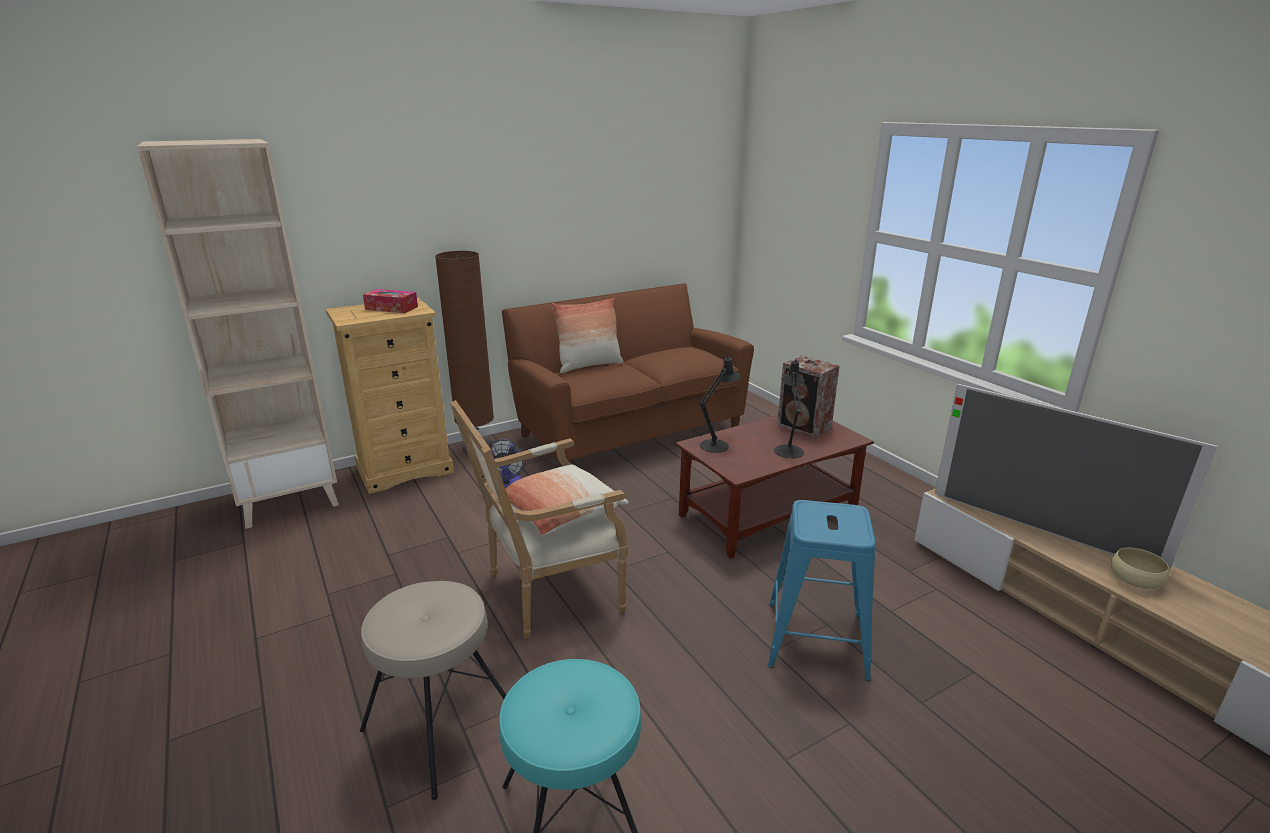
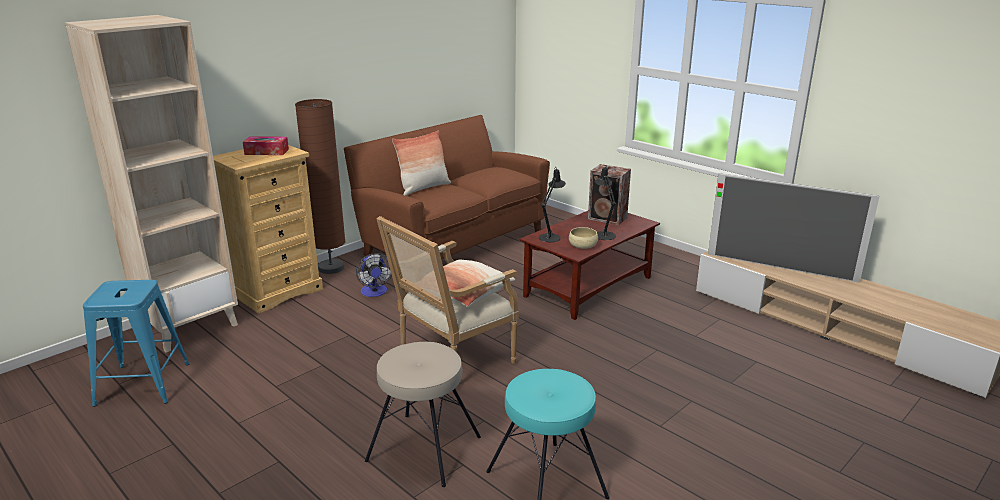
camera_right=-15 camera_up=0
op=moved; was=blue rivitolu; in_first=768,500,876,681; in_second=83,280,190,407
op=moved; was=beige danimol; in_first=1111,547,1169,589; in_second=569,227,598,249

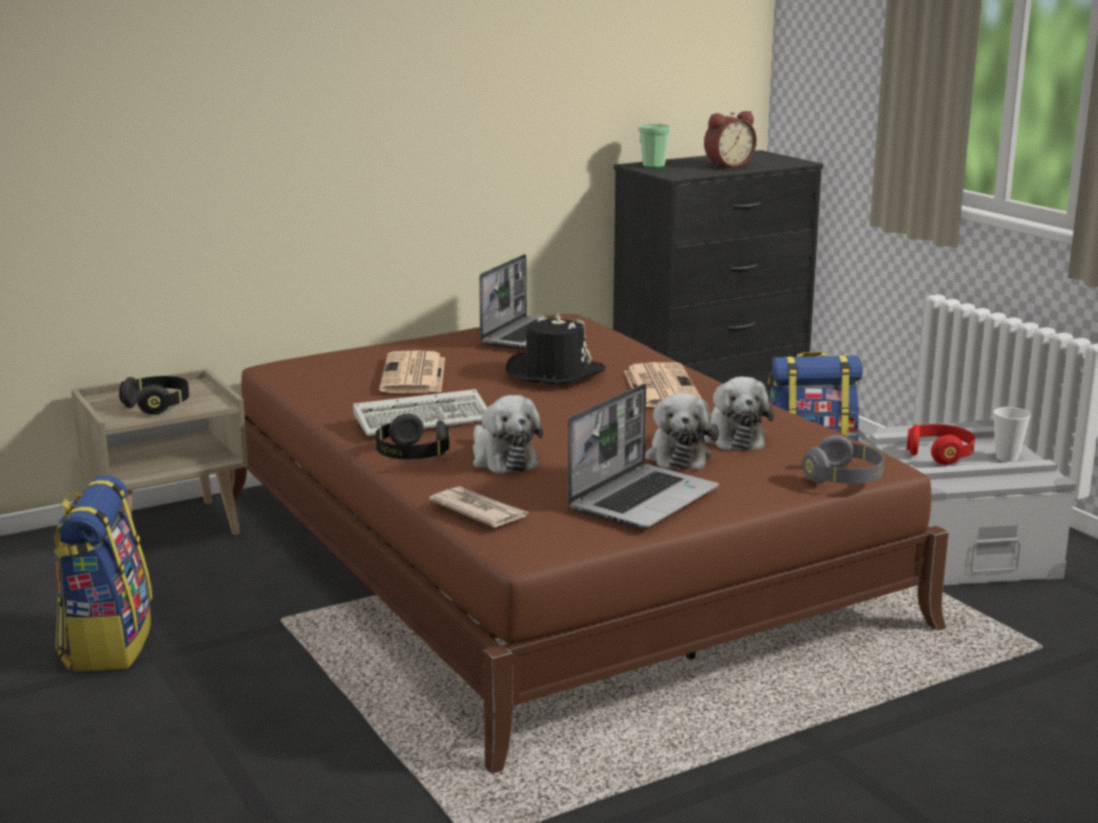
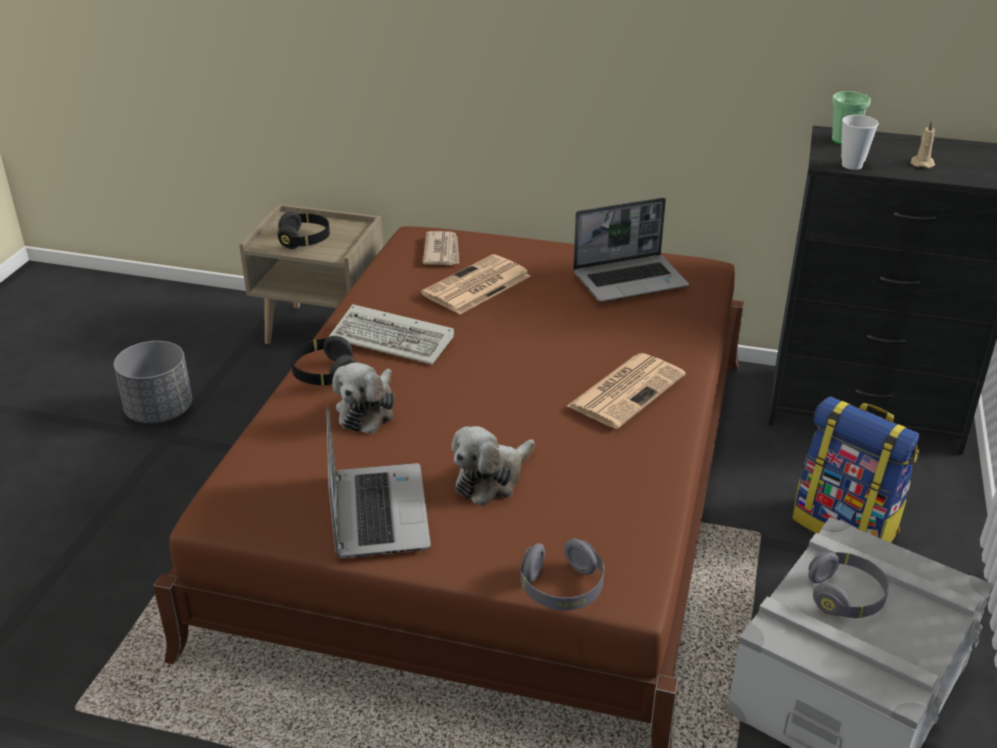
camera_right=45 camera_up=15
op=replaced; was=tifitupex; now=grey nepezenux; in_first=54,475,152,671; in_second=114,341,192,423
op=turned; was=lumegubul; in_first=567,384,719,528; in_second=326,405,431,558; clockwise=-90
op=moved; was=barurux; in_first=429,486,529,528; in_second=423,231,459,265
op=recoloured; was=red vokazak; now=grey vokazak; in_first=907,424,975,465; in_second=808,552,889,618
op=moved; was=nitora; in_first=993,407,1031,462; in_second=841,115,879,170
op=replaced; was=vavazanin; now=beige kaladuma; in_first=704,111,757,168; in_second=910,121,935,168
op=removed; was=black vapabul; in_first=506,313,606,385
op=removed; was=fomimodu; in_first=704,377,774,451

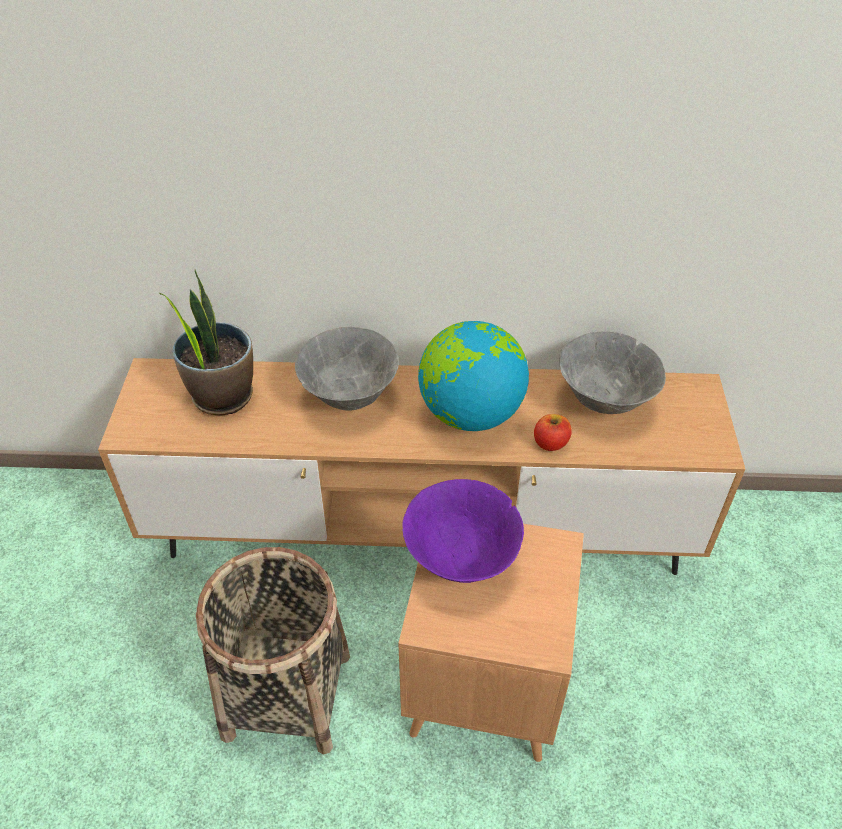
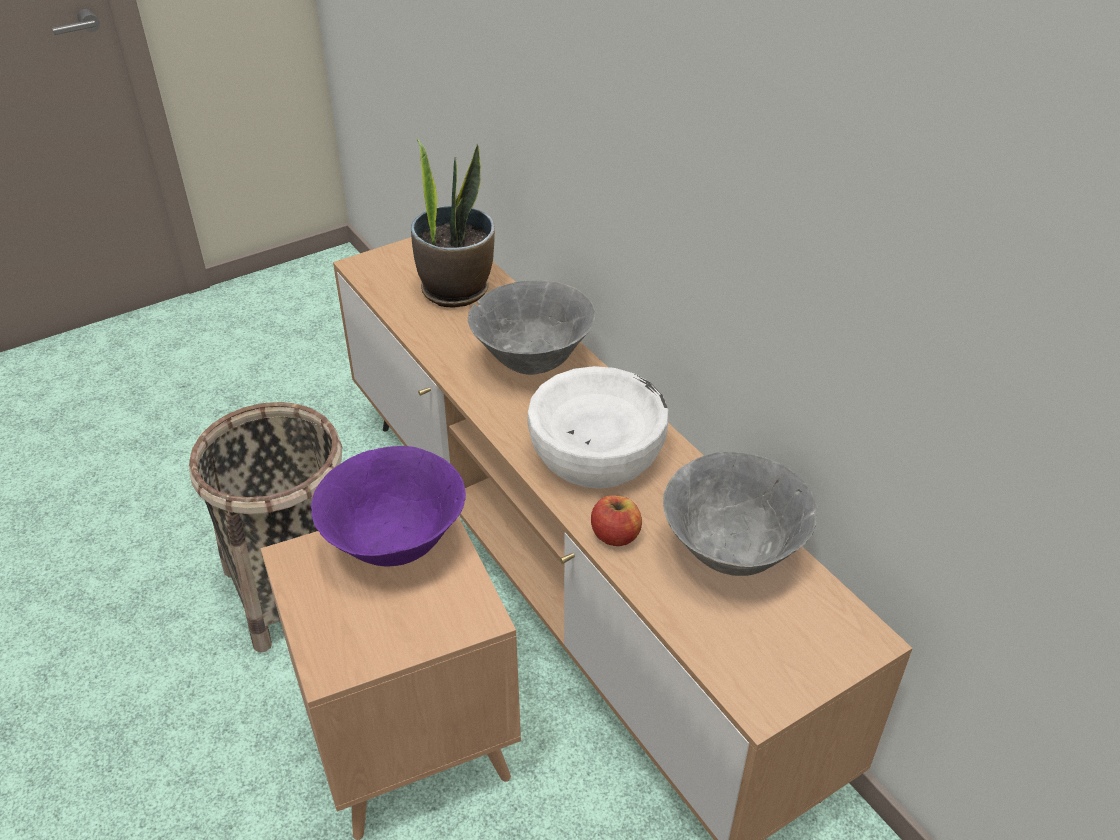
camera_right=55 camera_up=-5
op=replaced; was=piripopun; now=white danimol; in_first=418,321,529,431; in_second=527,366,669,489

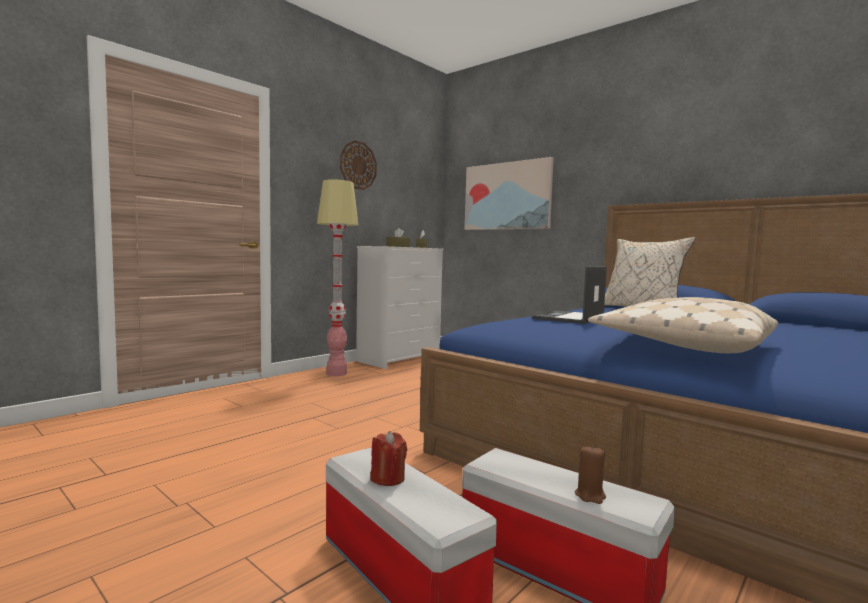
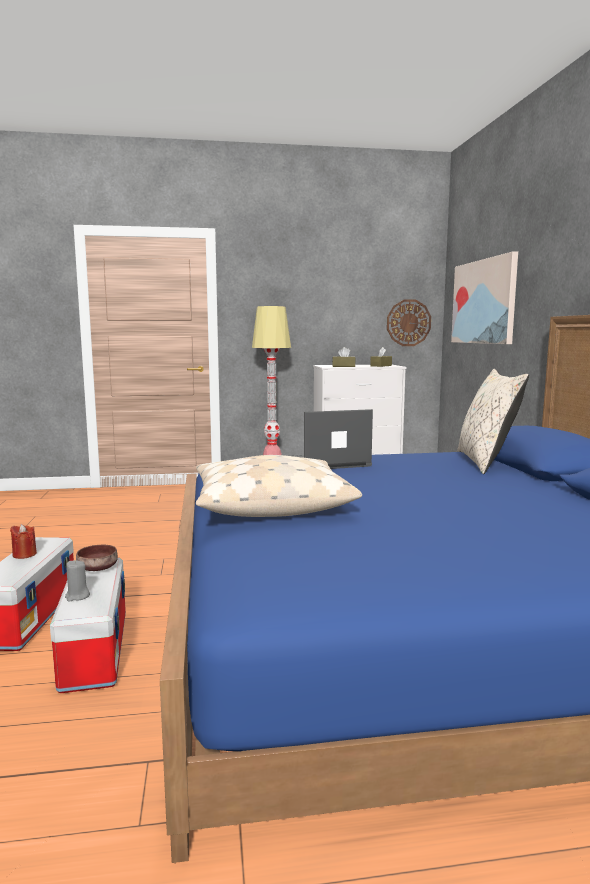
camera_right=40 camera_up=5
op=recoloured; was=brown kaladuma; now=grey kaladuma; in_first=575,445,606,504; in_second=65,560,90,602
op=added; now=brown danimol; in_second=76,545,118,571
op=moved; was=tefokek; in_first=340,140,377,190; in_second=387,299,431,346

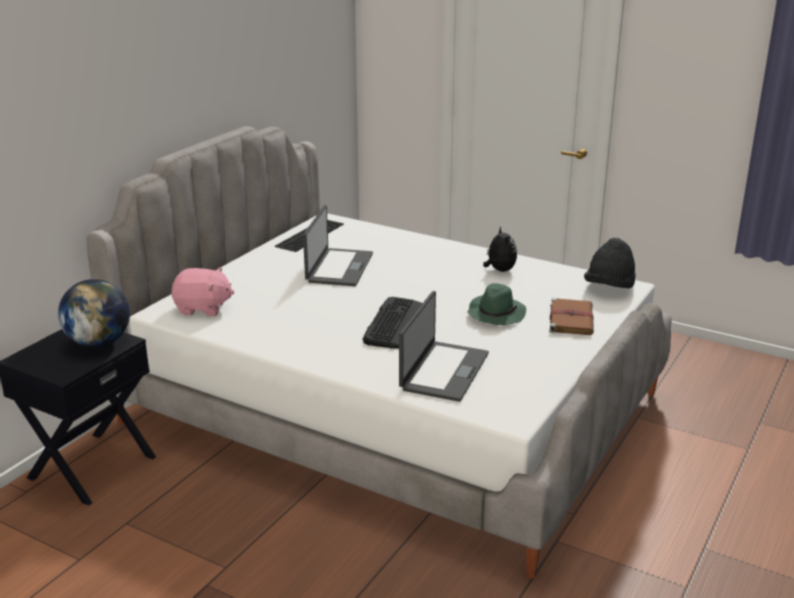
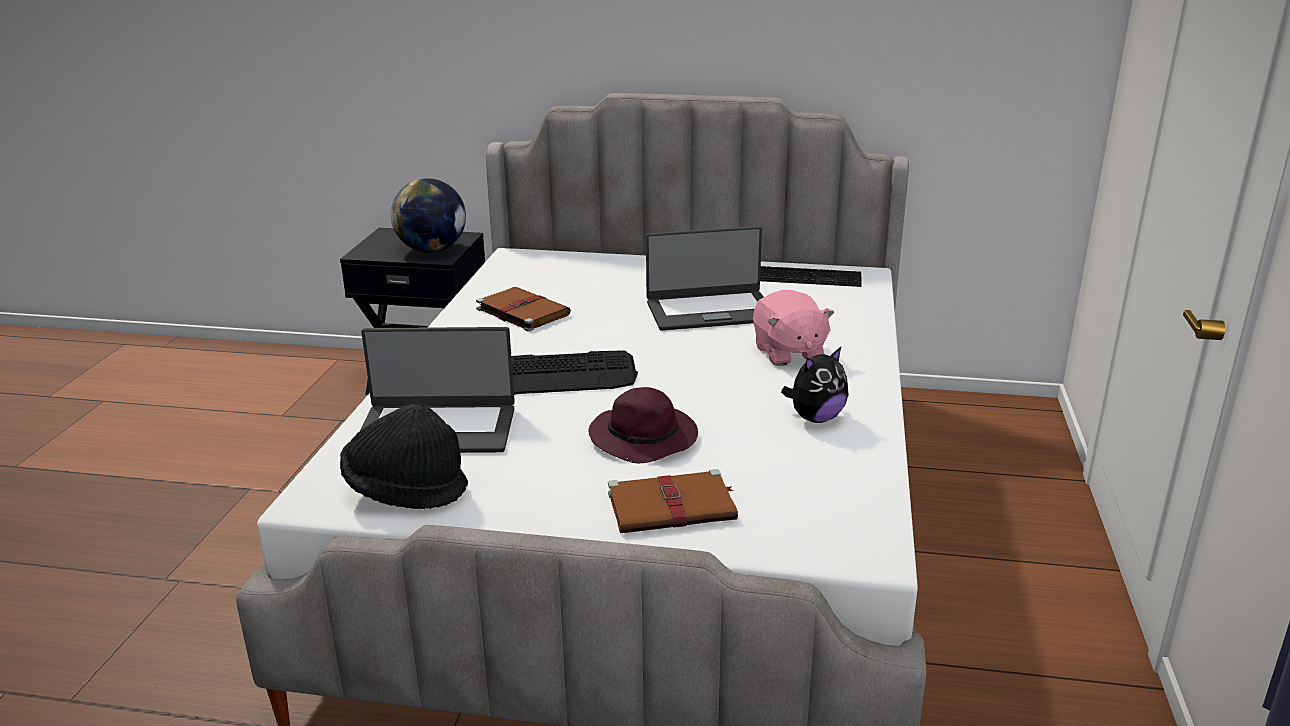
camera_right=70 camera_up=0
op=moved; was=black vapabul; in_first=584,238,636,288; in_second=340,404,468,509
op=added; now=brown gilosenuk; in_second=476,287,571,332
op=recoloured; was=green vapabul; now=purple vapabul; in_first=467,283,526,325; in_second=588,387,698,463
op=moved; was=pink fomimodu; in_first=171,267,234,316; in_second=753,290,835,366

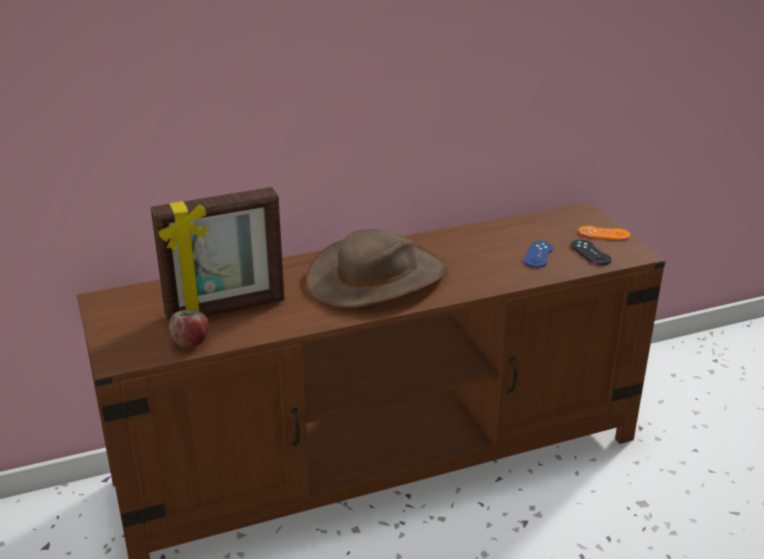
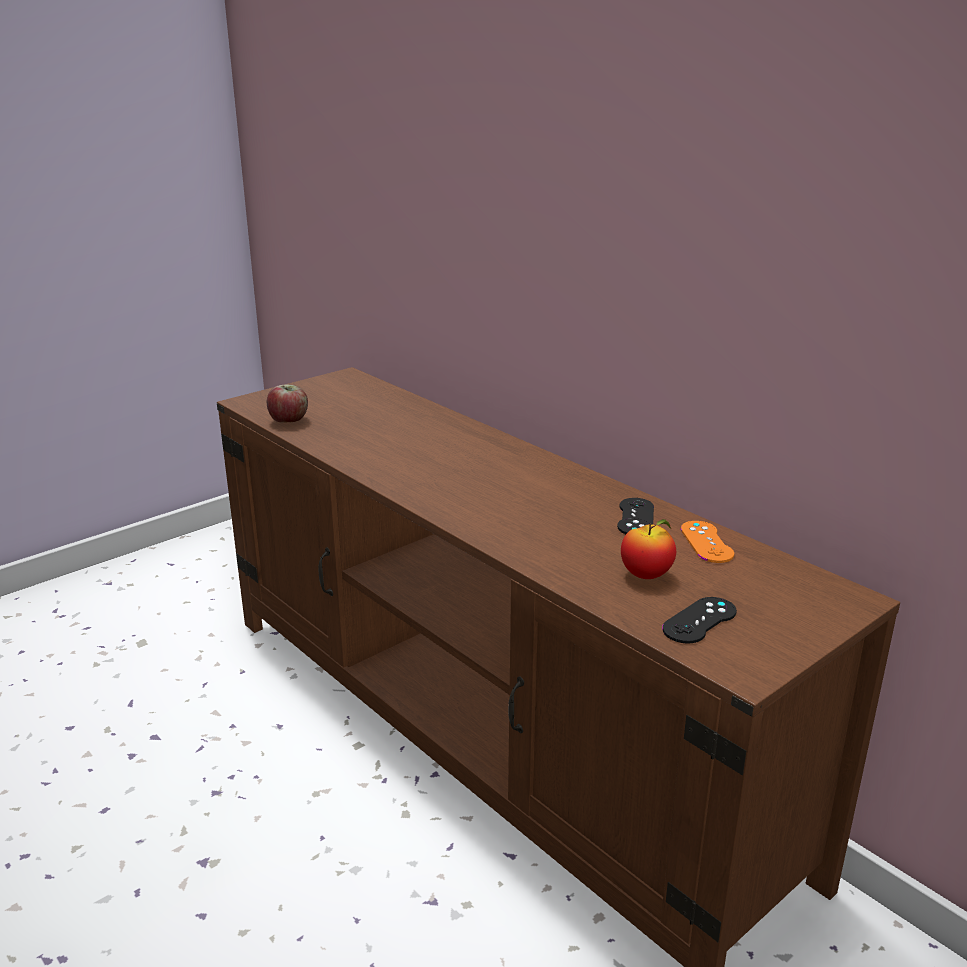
camera_right=70 camera_up=-5
op=added; now=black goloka; in_second=617,498,654,534
op=replaced; was=blue goloka; now=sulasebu; in_first=524,241,553,268; in_second=621,519,676,579
op=moved; was=orange goloka; in_first=579,226,630,240; in_second=681,521,734,563
op=removed; was=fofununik; in_first=151,187,285,323
op=removed; was=brown vapabul; in_first=306,229,448,308

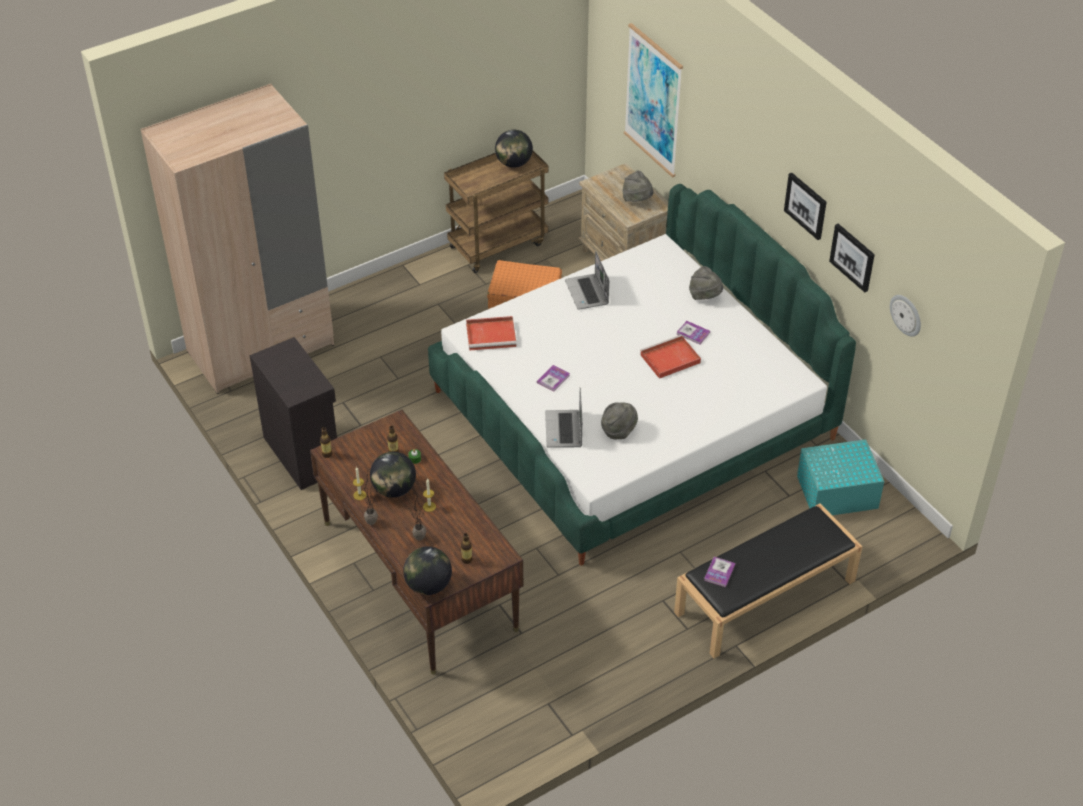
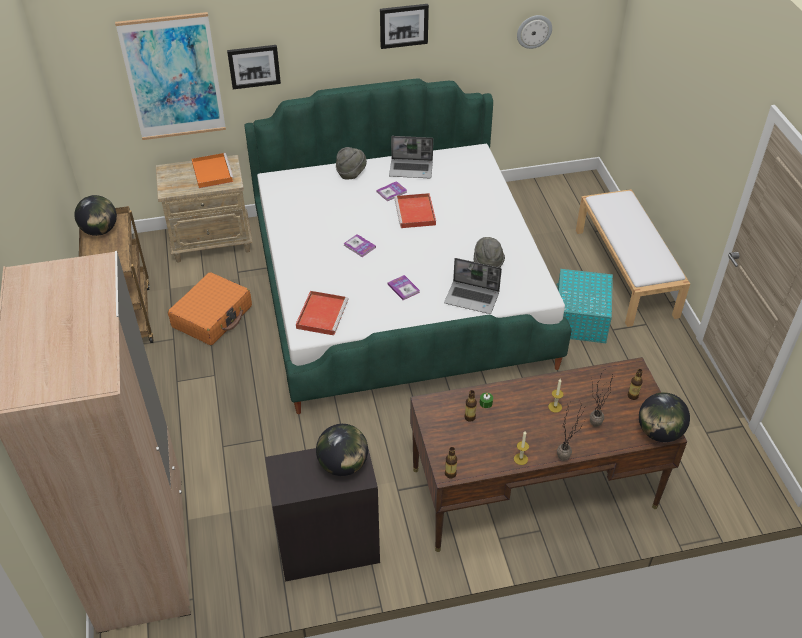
camera_right=-70 camera_up=0
op=replaced; was=grey vapabul; now=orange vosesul; in_first=622,171,654,202; in_second=192,153,234,188
op=moved; was=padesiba; in_first=829,224,875,292; in_second=227,45,281,89
op=moved; was=piripopun; in_first=370,452,416,498; in_second=316,424,368,476
op=moved; was=gilosenuk; in_first=704,557,735,587; in_second=343,234,376,257
op=moved; was=lumegubul; in_first=565,251,609,310; in_second=389,136,433,178
op=moved; was=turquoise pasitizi; in_first=797,439,884,515; in_second=557,269,613,343
op=recoloured; was=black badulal; now=white badulal; in_first=674,503,863,658; in_second=576,189,690,327

